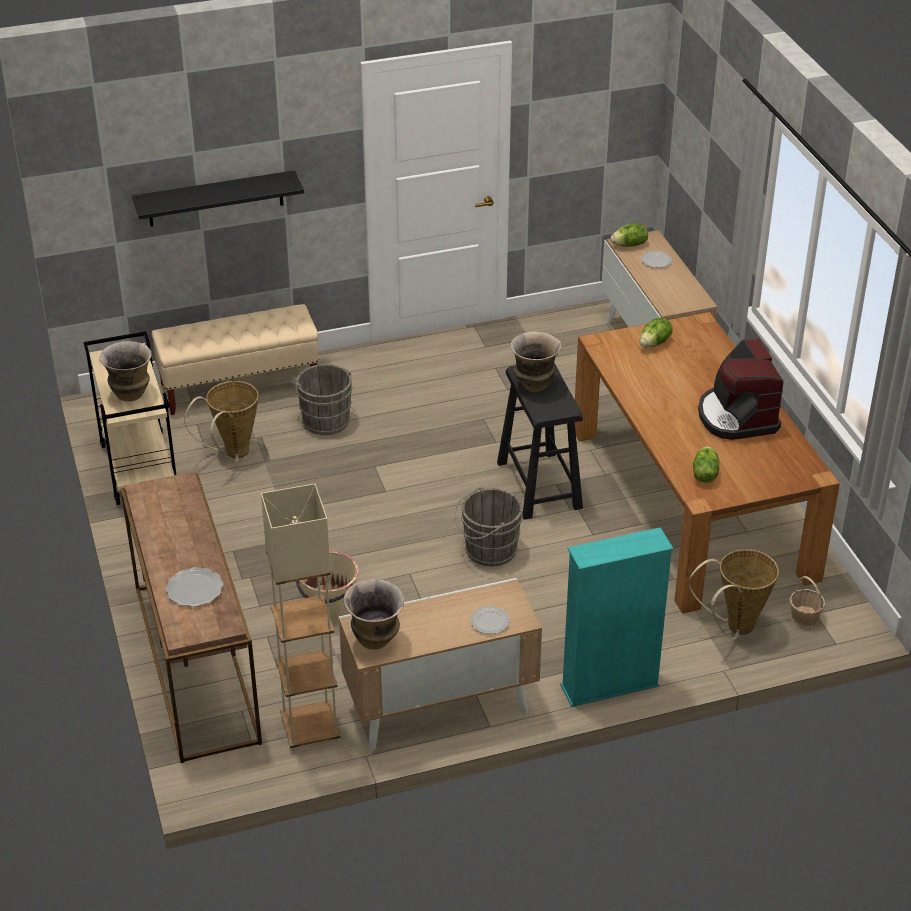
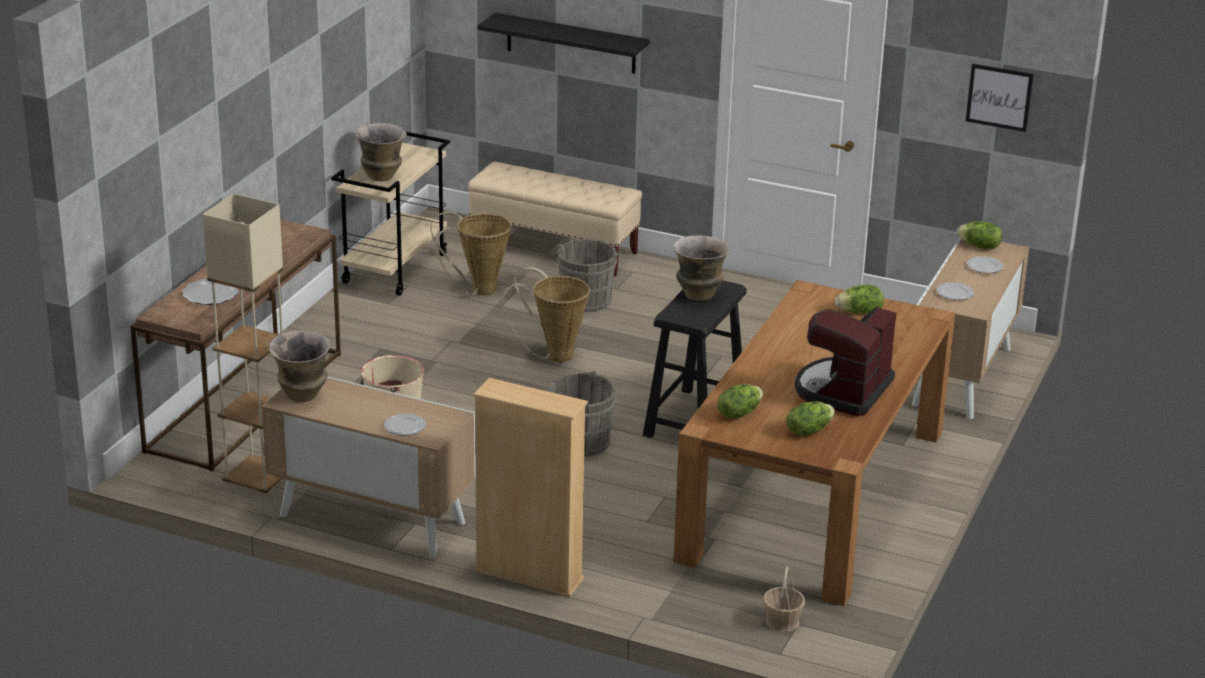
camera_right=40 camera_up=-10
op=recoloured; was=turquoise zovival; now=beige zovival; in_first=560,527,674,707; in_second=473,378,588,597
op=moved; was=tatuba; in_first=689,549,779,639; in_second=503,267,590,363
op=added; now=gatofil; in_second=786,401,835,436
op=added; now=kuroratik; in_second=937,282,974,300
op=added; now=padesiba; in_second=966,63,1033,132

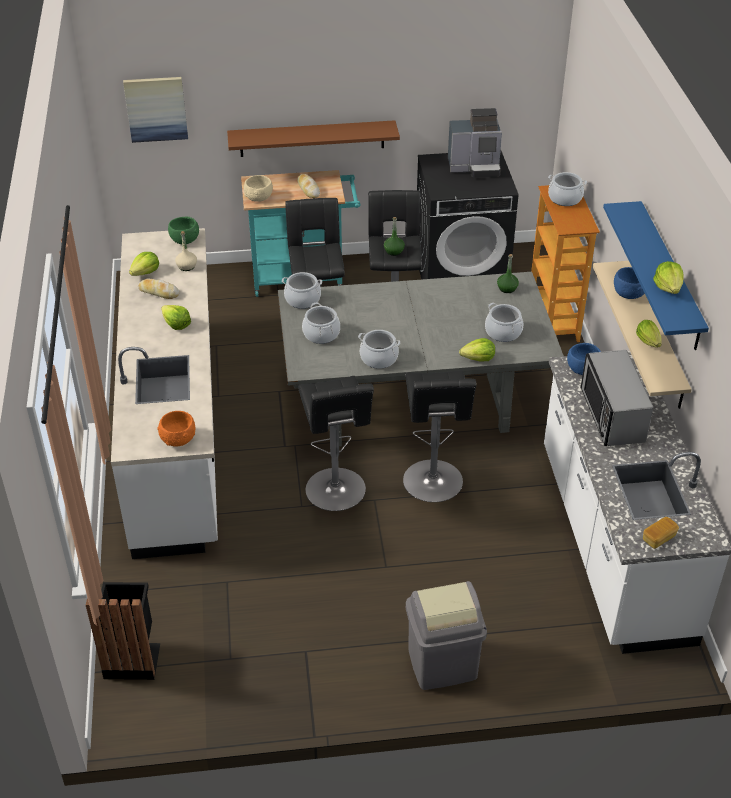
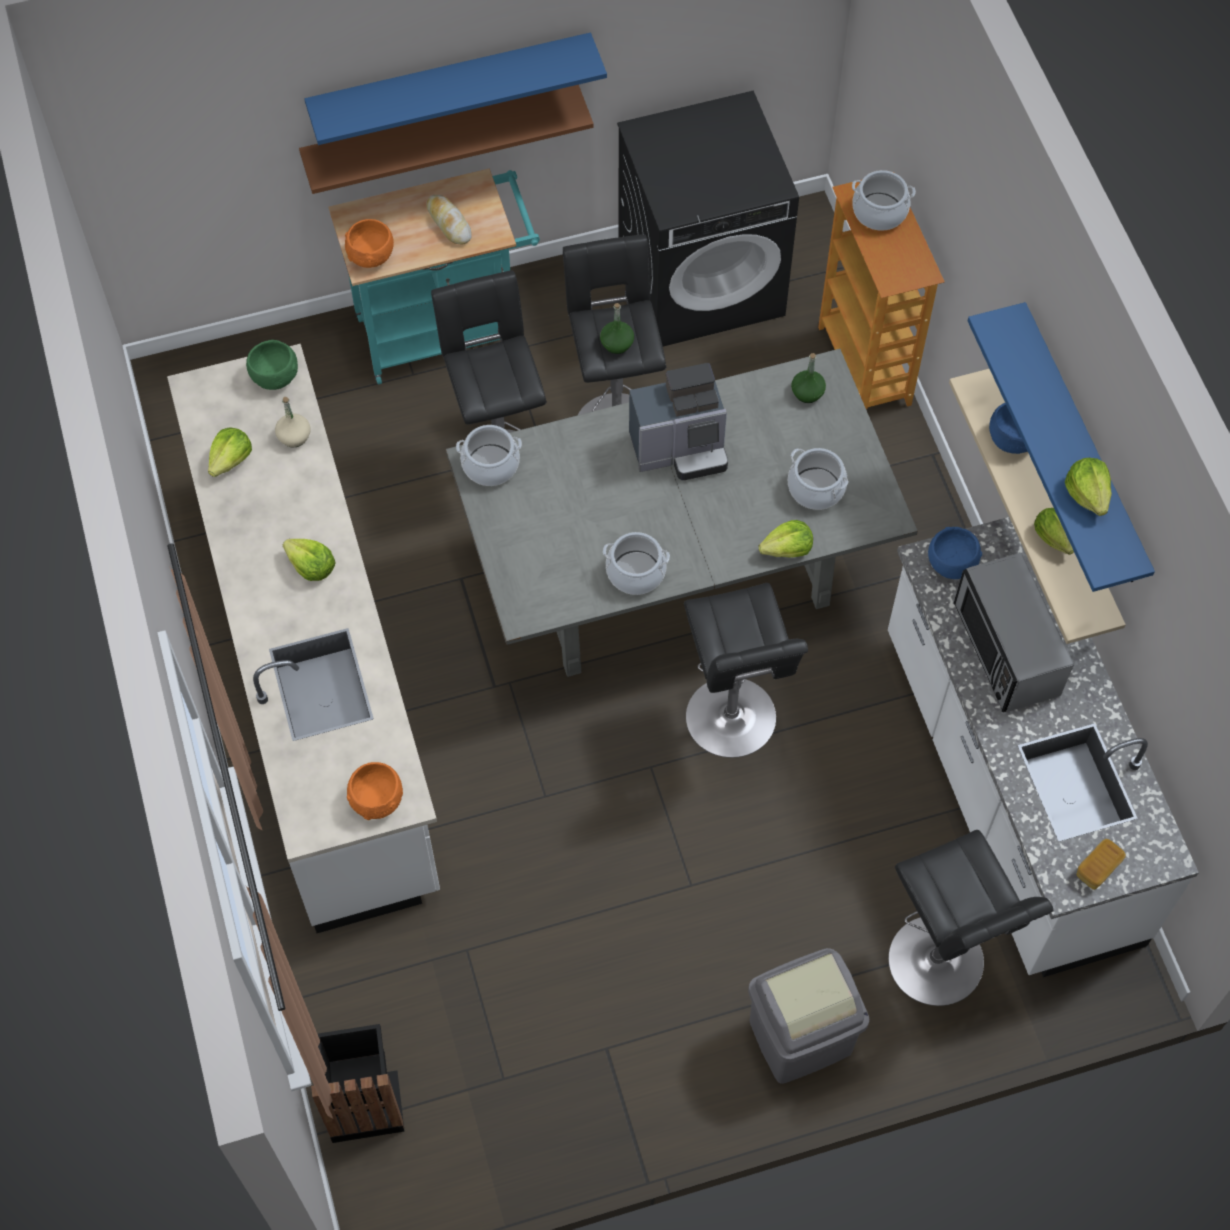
camera_right=-10 camera_up=20
op=added; now=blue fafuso; in_second=304,32,607,145
op=recoloured; was=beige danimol; now=orange danimol; in_first=244,175,273,202; in_second=345,219,394,268
op=moved; was=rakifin; in_first=448,108,502,177; in_second=629,363,728,480
op=moved; was=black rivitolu; in_first=298,376,374,511; in_second=888,830,1054,1006
op=removed; was=padesiba; in_first=123,77,188,143
op=removed; was=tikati; in_first=138,279,180,299
op=removed; was=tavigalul; in_first=302,303,340,344

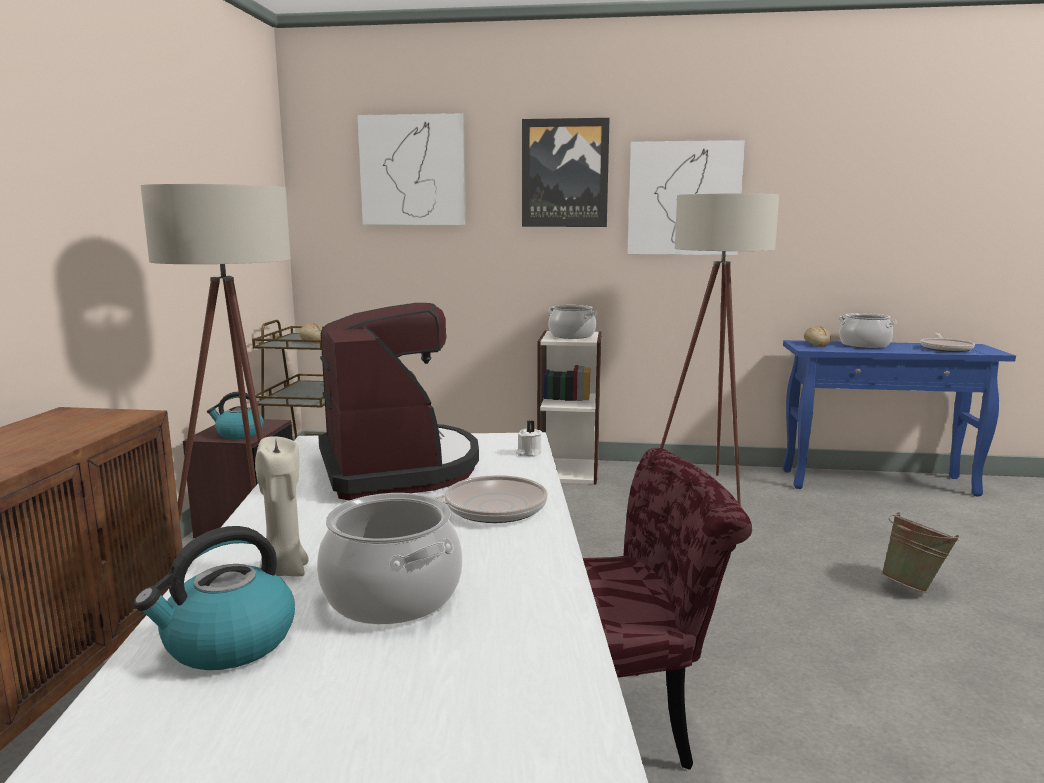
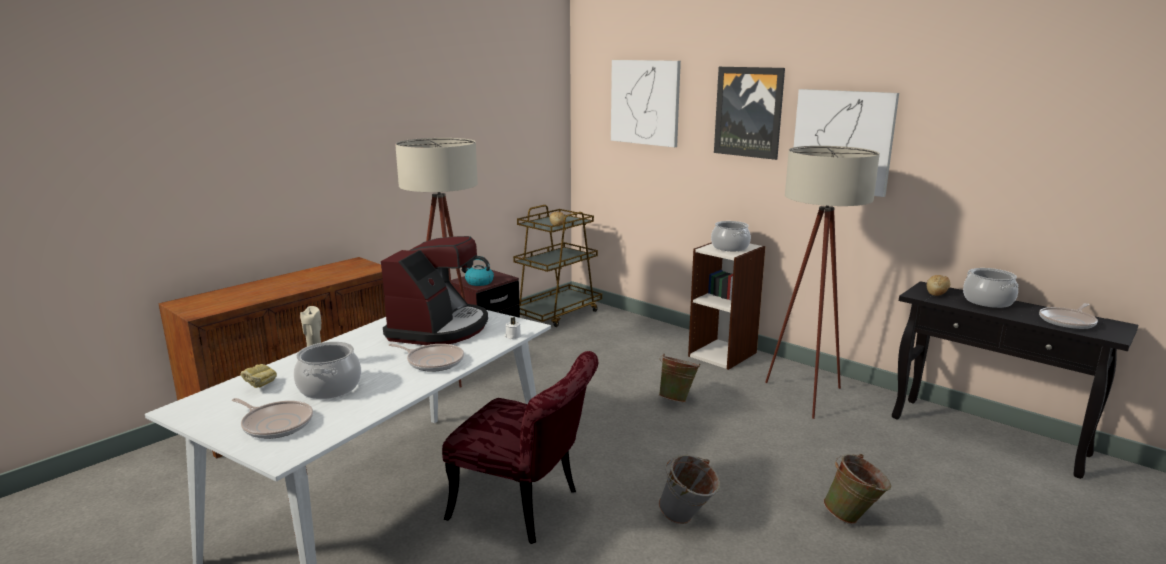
camera_right=35 camera_up=5
op=added; now=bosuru; in_second=232,398,313,439
op=replaced; was=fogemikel; now=tikati; in_first=134,526,295,670; in_second=240,364,277,388
op=added; now=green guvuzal; in_second=659,354,700,402
op=added; now=grey guvuzal; in_second=659,455,720,524
op=recoloured; was=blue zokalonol; now=black zokalonol; in_first=782,340,1016,496; in_second=892,281,1138,479

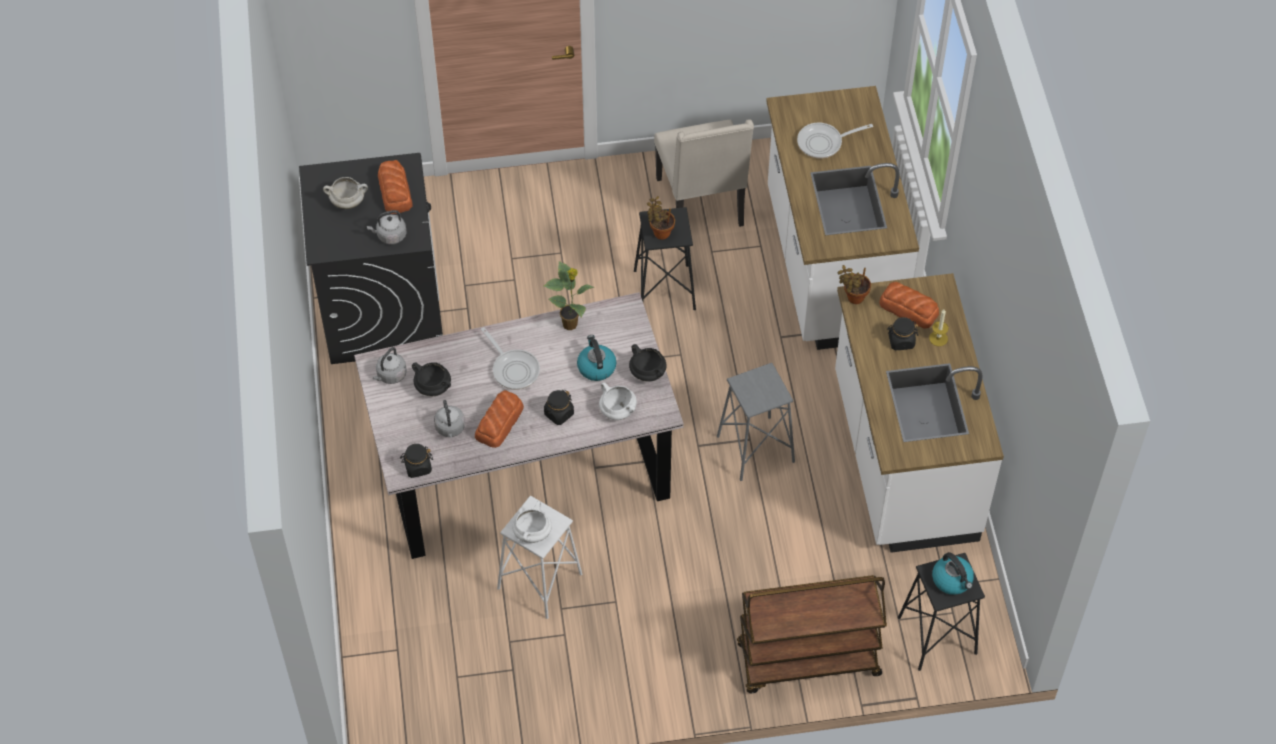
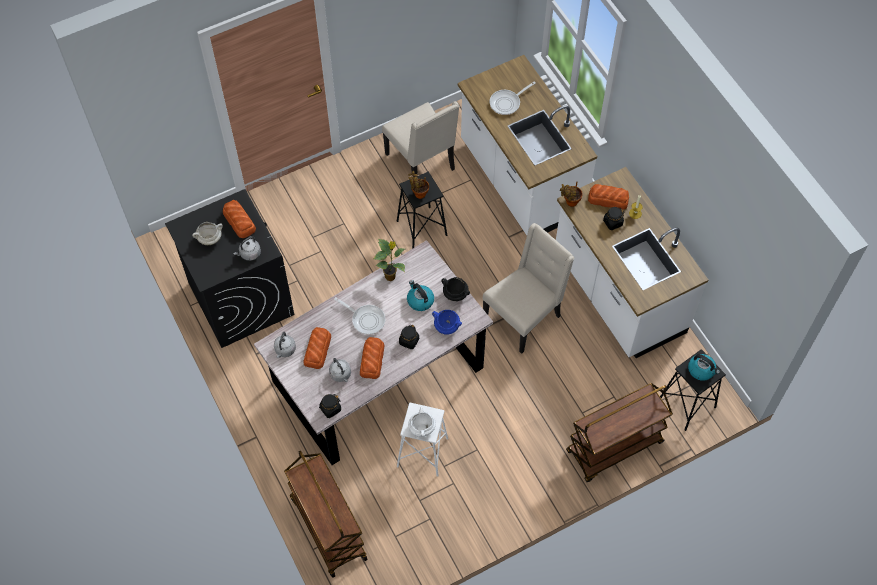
camera_right=-20 camera_up=5
op=added; now=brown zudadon; in_second=284,450,368,578
op=replaced; was=black tavigalul; now=tikati; in_first=412,362,451,396; in_second=303,327,331,369
op=recoloured; was=white tavigalul; now=blue tavigalul; in_first=599,382,637,420; in_second=432,310,462,335
op=replaced; was=grey rivitolu; now=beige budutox; in_first=717,363,795,481; in_second=482,223,574,354

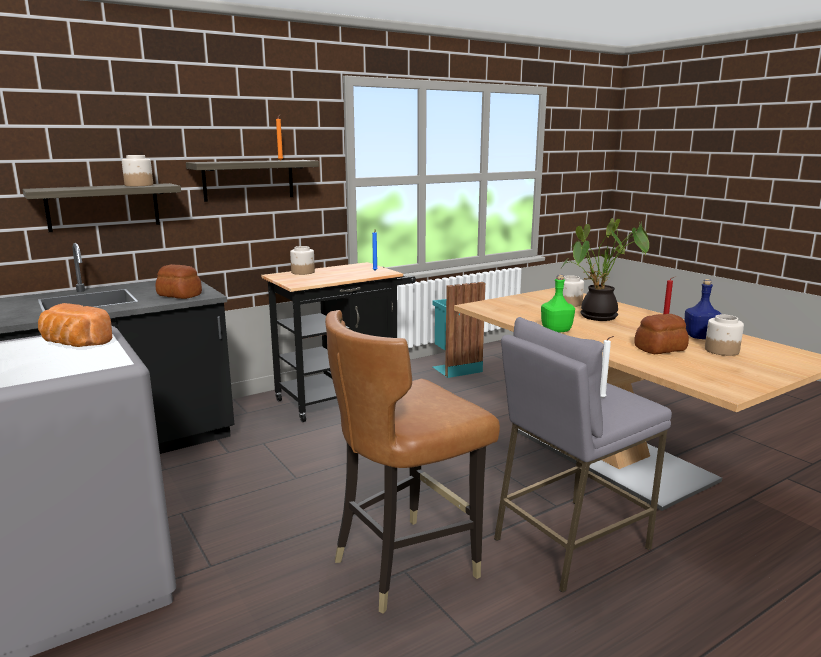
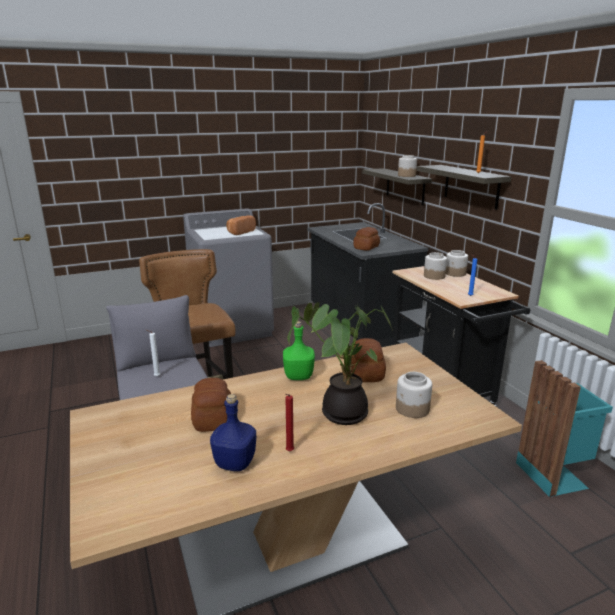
camera_right=100 camera_up=5
op=added; now=tikati; in_second=351,338,386,382
op=moved; was=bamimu; in_first=705,315,744,356; in_second=424,252,447,280

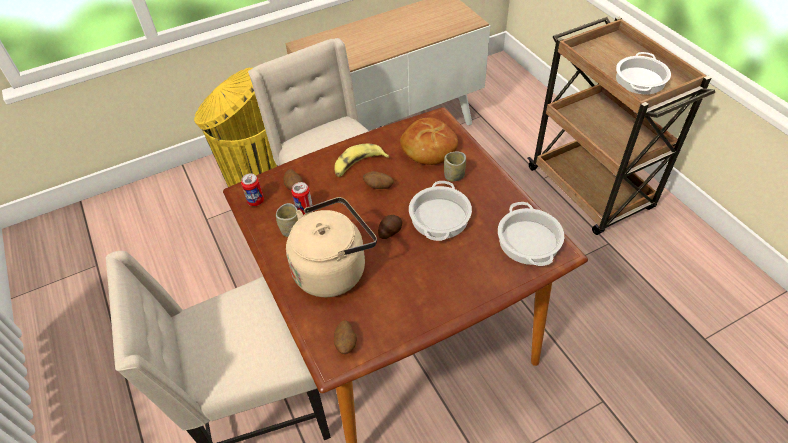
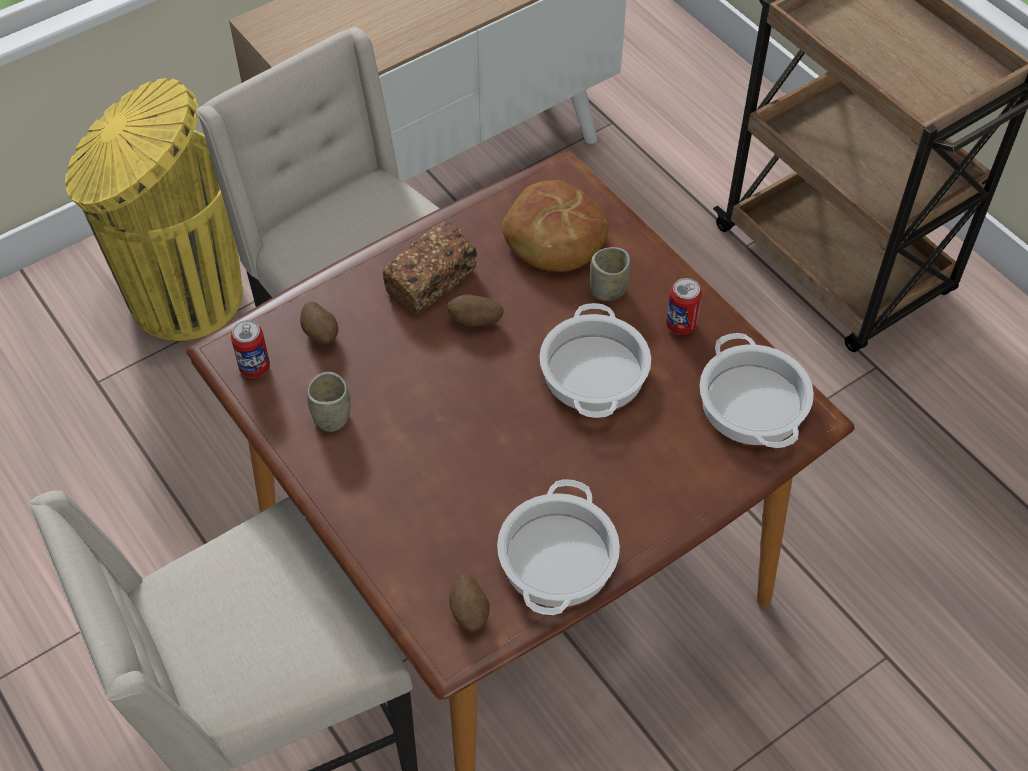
camera_right=-10 camera_up=5
op=replaced; was=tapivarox; now=tikati; in_first=335,144,390,177; in_second=383,222,478,315
op=moved; was=tavigalul; in_first=616,52,671,94; in_second=497,479,620,615
op=moved; was=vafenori; in_first=291,182,313,215; in_second=666,278,702,335
op=removed; was=beige fogemikel; in_first=286,197,377,297
op=removed; was=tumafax; in_first=378,215,402,239

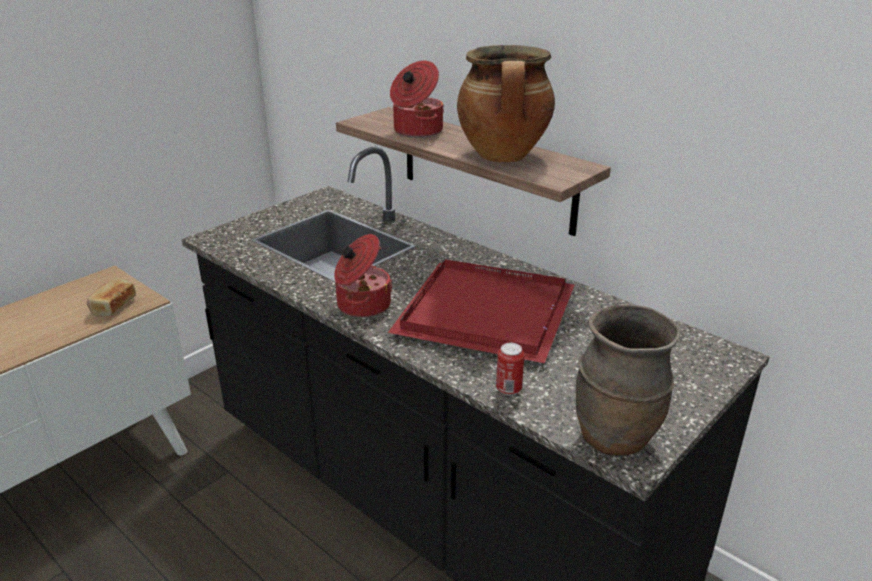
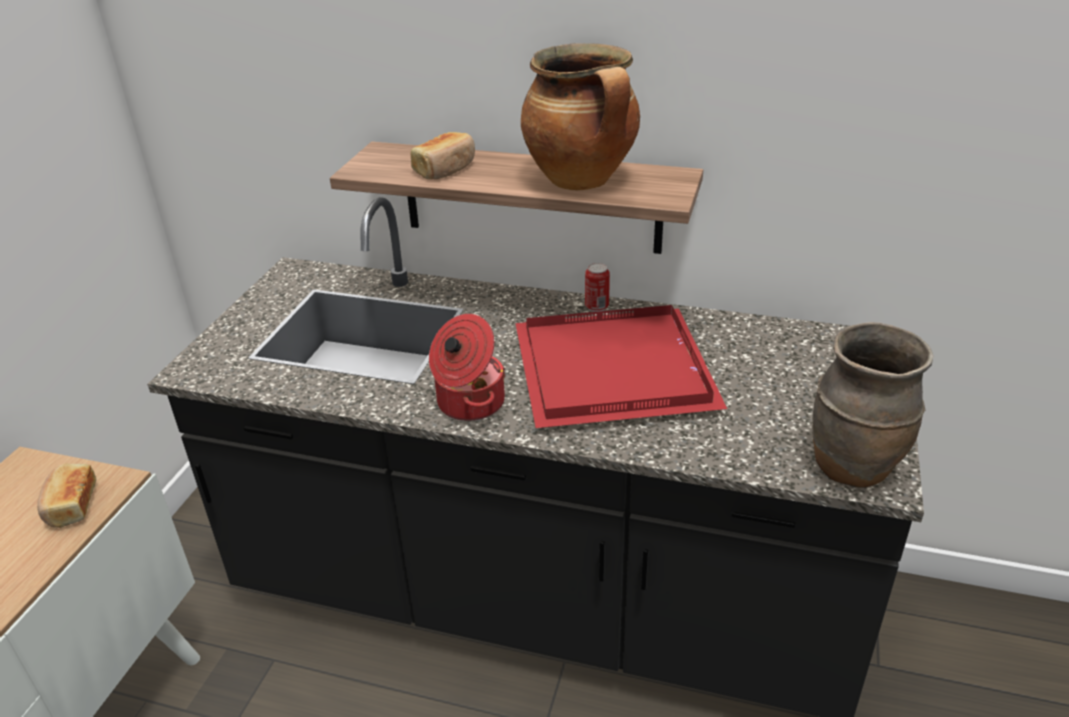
camera_right=-25 camera_up=5
op=replaced; was=tavigalul; now=tikati; in_first=390,61,444,138; in_second=411,132,475,179
op=moved; was=vafenori; in_first=496,343,525,395; in_second=585,263,610,312

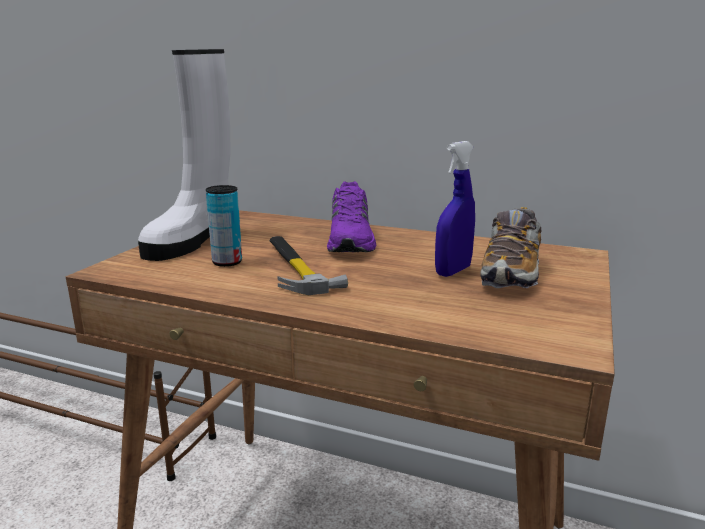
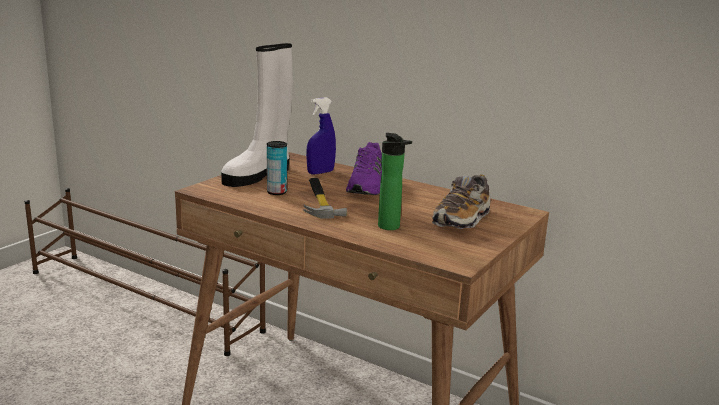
camera_right=10 camera_up=0
op=moved; was=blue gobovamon; in_first=435,141,475,277; in_second=306,97,336,175
op=added; now=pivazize; in_second=378,133,412,230

